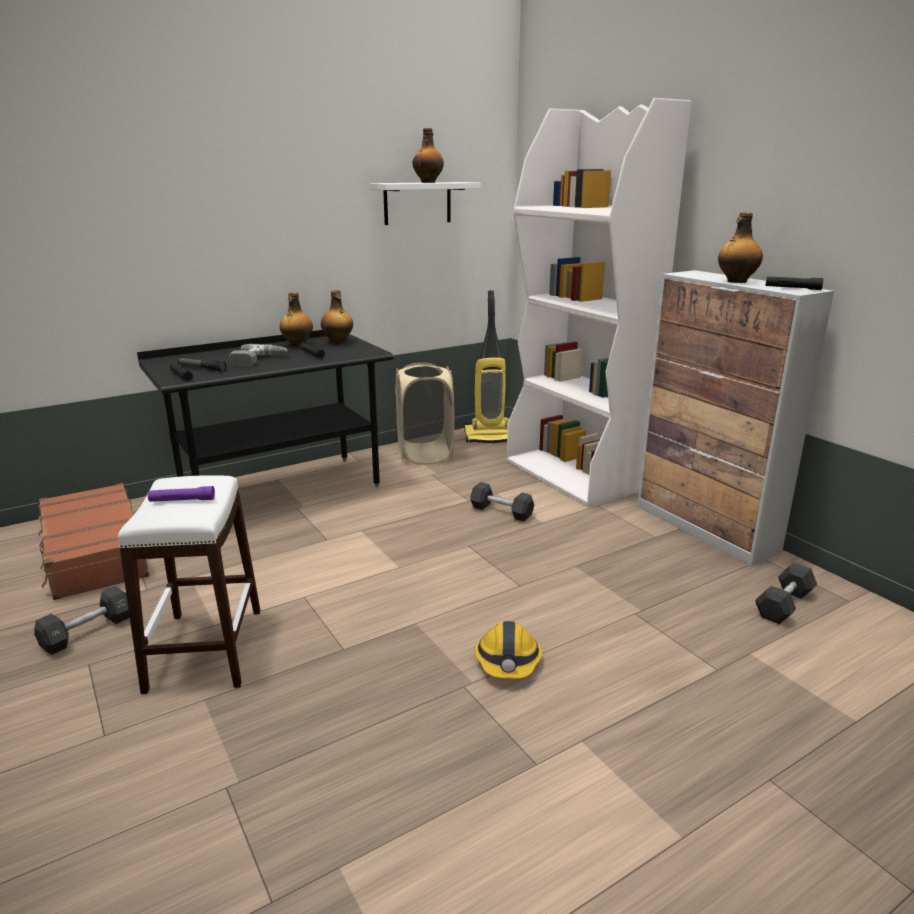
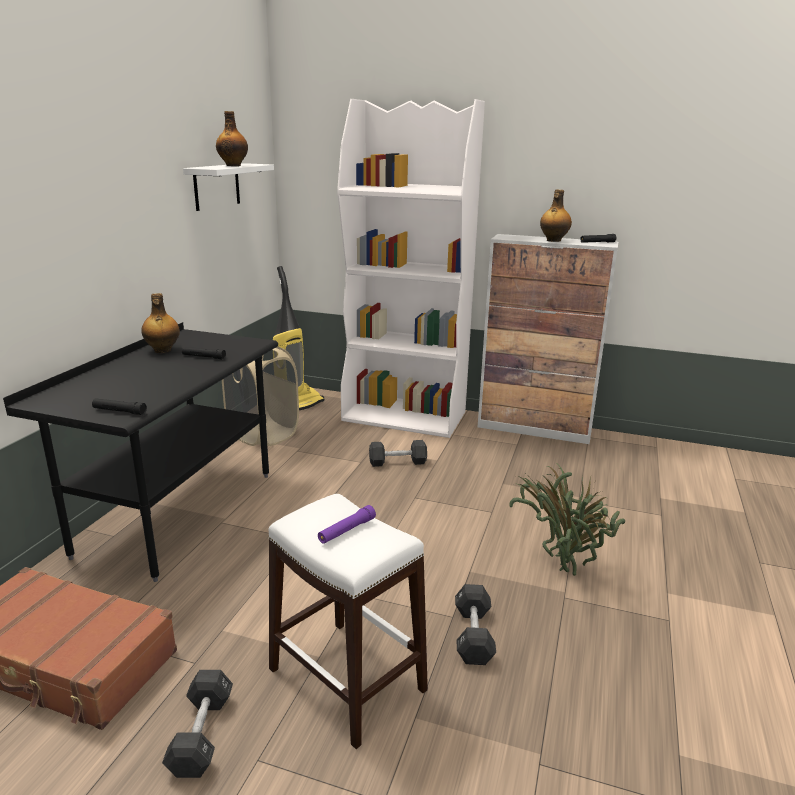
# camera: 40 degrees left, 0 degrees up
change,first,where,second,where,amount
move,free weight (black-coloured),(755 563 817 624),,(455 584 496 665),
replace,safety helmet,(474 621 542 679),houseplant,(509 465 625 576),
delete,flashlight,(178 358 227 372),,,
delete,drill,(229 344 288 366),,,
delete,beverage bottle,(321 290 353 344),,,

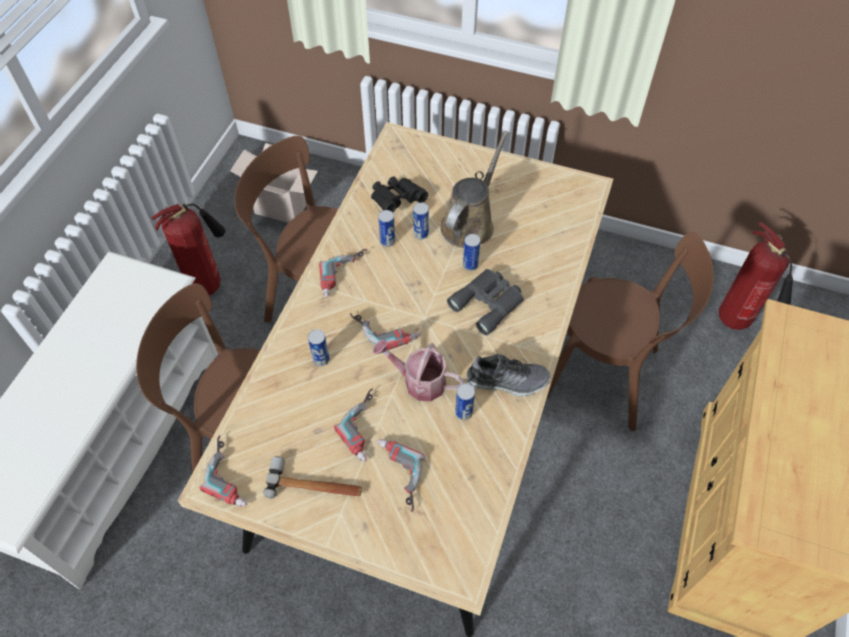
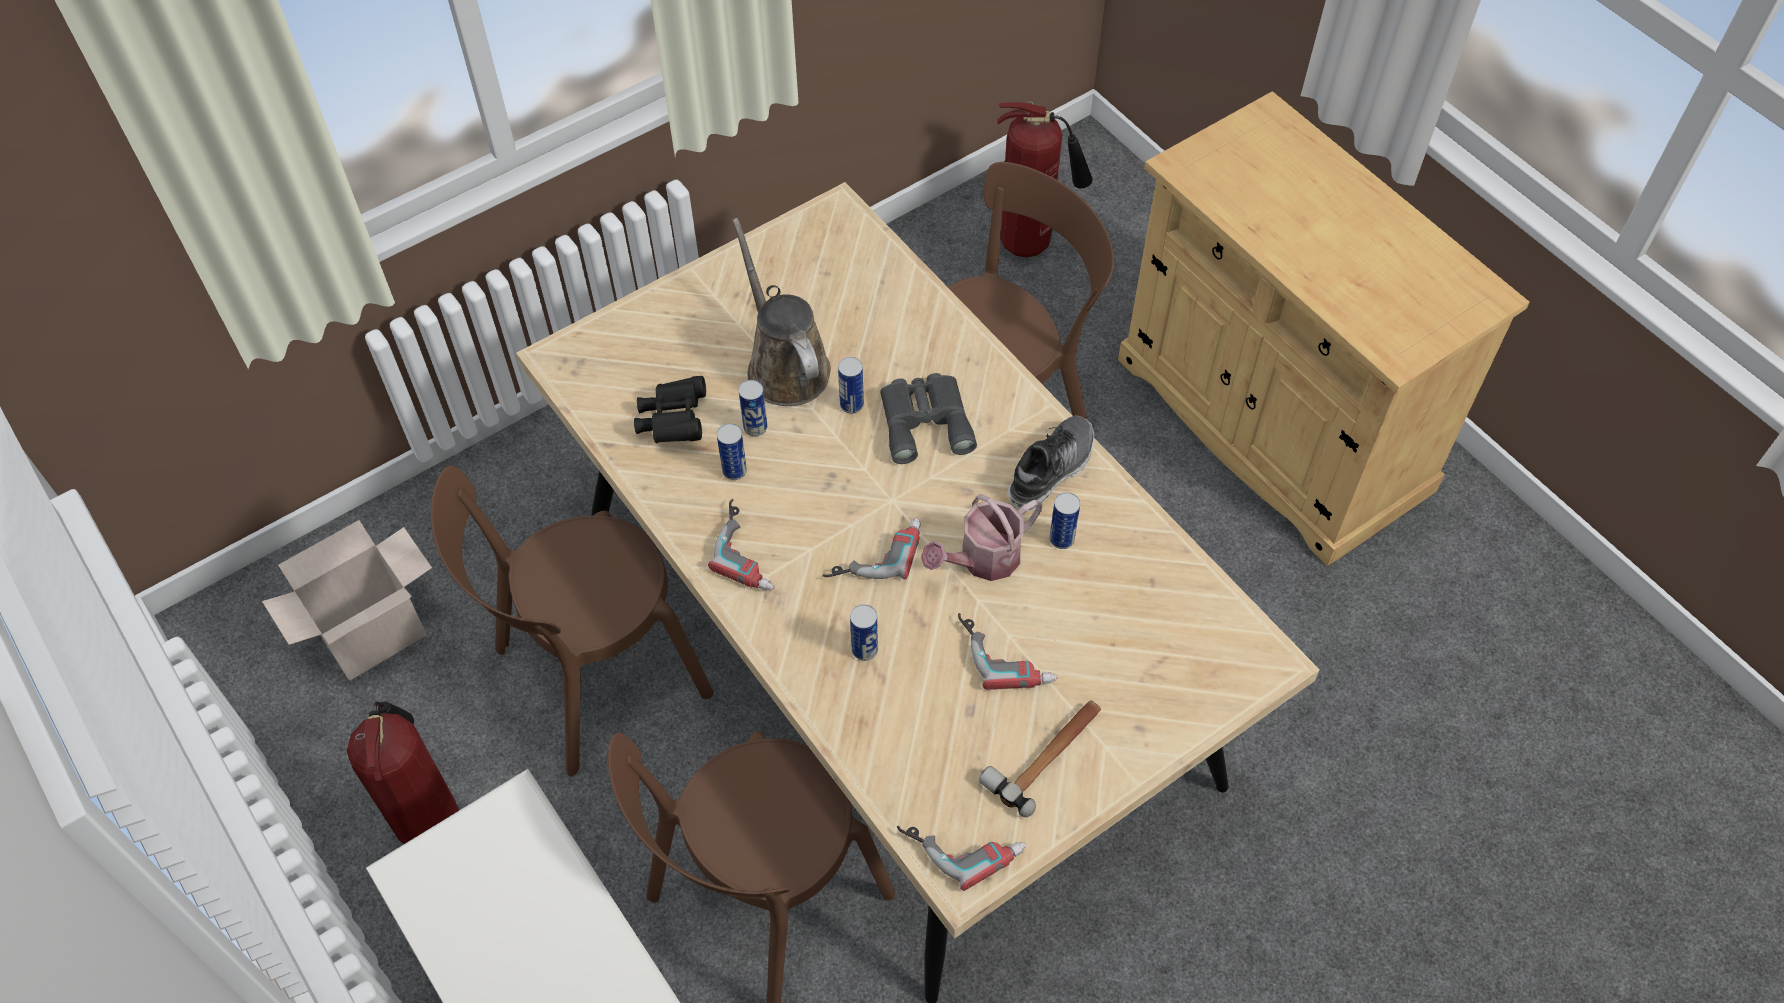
# camera: 55 degrees left, 0 degrees up
change,first,where,second,where,amount
delete,drill,(377 439 425 512),,,

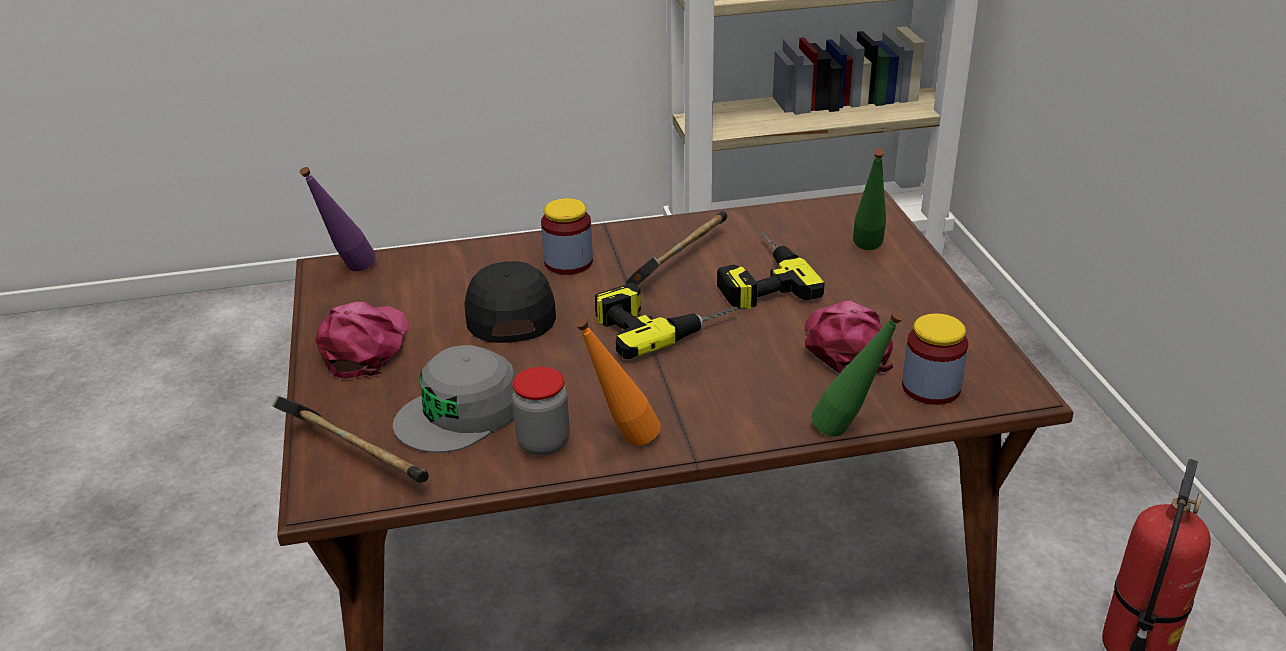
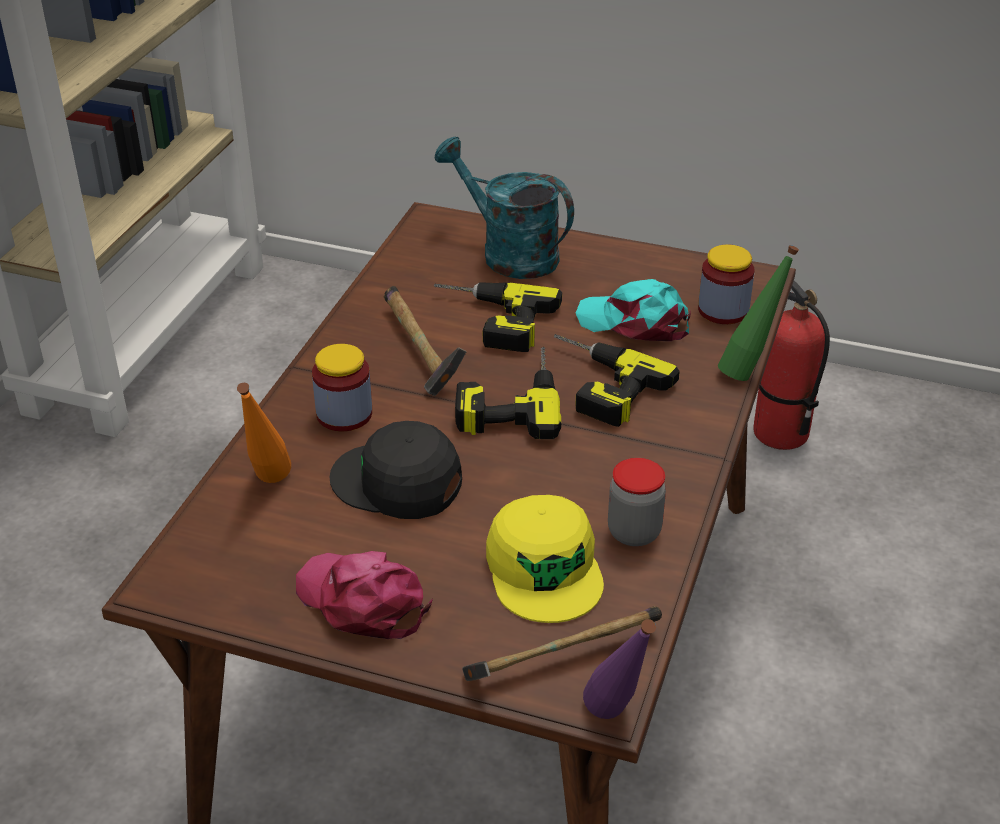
# camera: 60 degrees left, 5 degrees up
change,first,where,second,where,amount
move,beverage bottle (orange),(575 318 661 446),,(237 383 291 483),
replace,beverage bottle (greenish),(853 148 886 250),watering pot (turquoise-coloured),(435 137 574 279),
recolor,cap (gray),(393 345 517 453),cap (yellowish),(486 495 604 623),
insert,,,drill,(554 334 680 427),
recolor,cap (pinkish),(804 300 893 373),cap (turquoise-coloured),(576 279 691 341),
move,beverage bottle (purplish),(300 167 376 271),,(583 619 656 719),

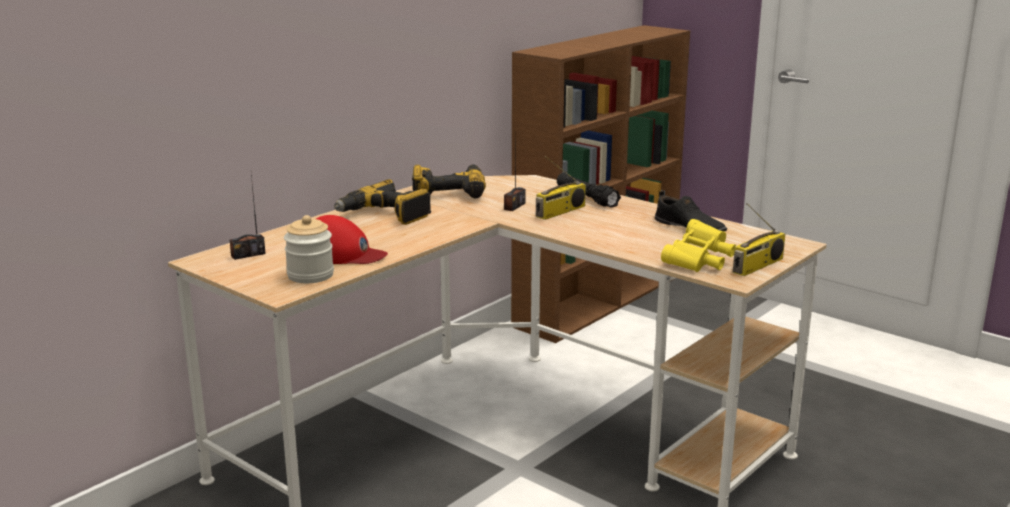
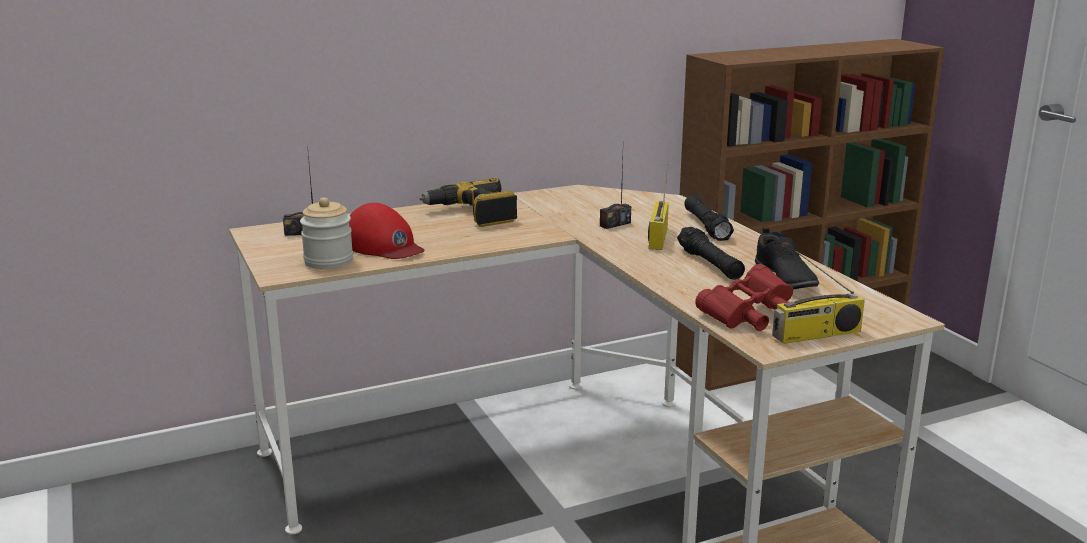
# camera: 25 degrees right, 0 degrees up
change,first,where,second,where,amount
rotate,radio set,(536 156 586 220),,(648 164 669 250),120 degrees clockwise
insert,,,flashlight (black-coloured),(677 227 745 280),
recolor,pair of binoculars (yellowish),(661 219 736 272),pair of binoculars (red-coloured),(695 264 793 331),
delete,drill,(412 165 486 198),,,

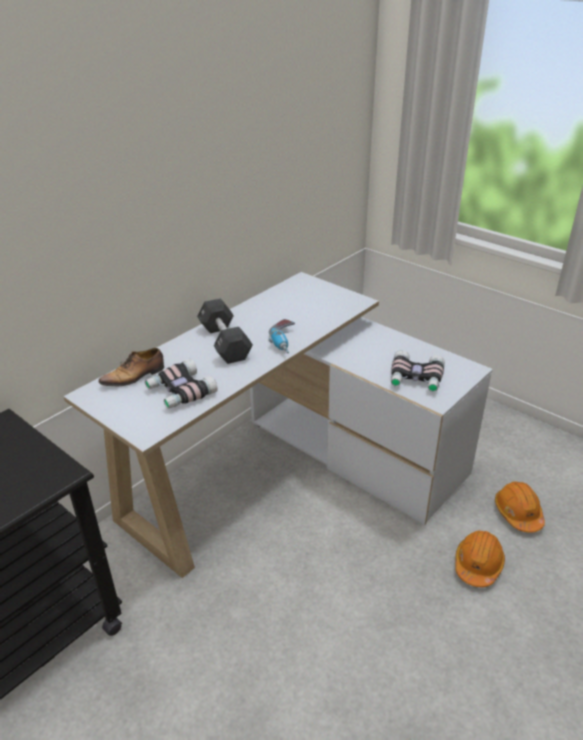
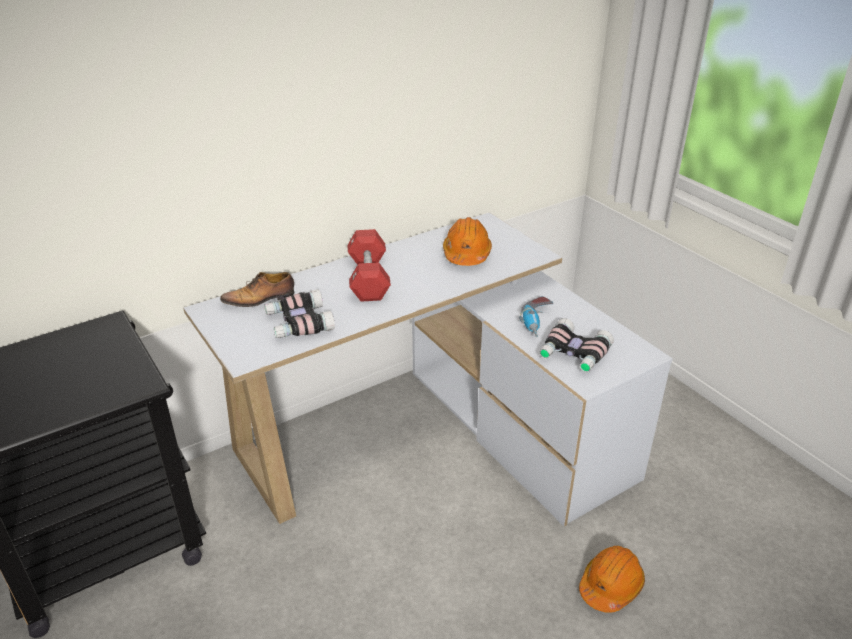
# camera: 15 degrees right, 0 degrees up
change,first,where,second,where,amount
recolor,free weight (black-coloured),(197 299 253 364),free weight (red-coloured),(347 229 391 302),
move,safety helmet (orange),(495 481 545 533),,(443 217 492 266),
move,drill,(269 319 295 354),,(519 296 553 337),

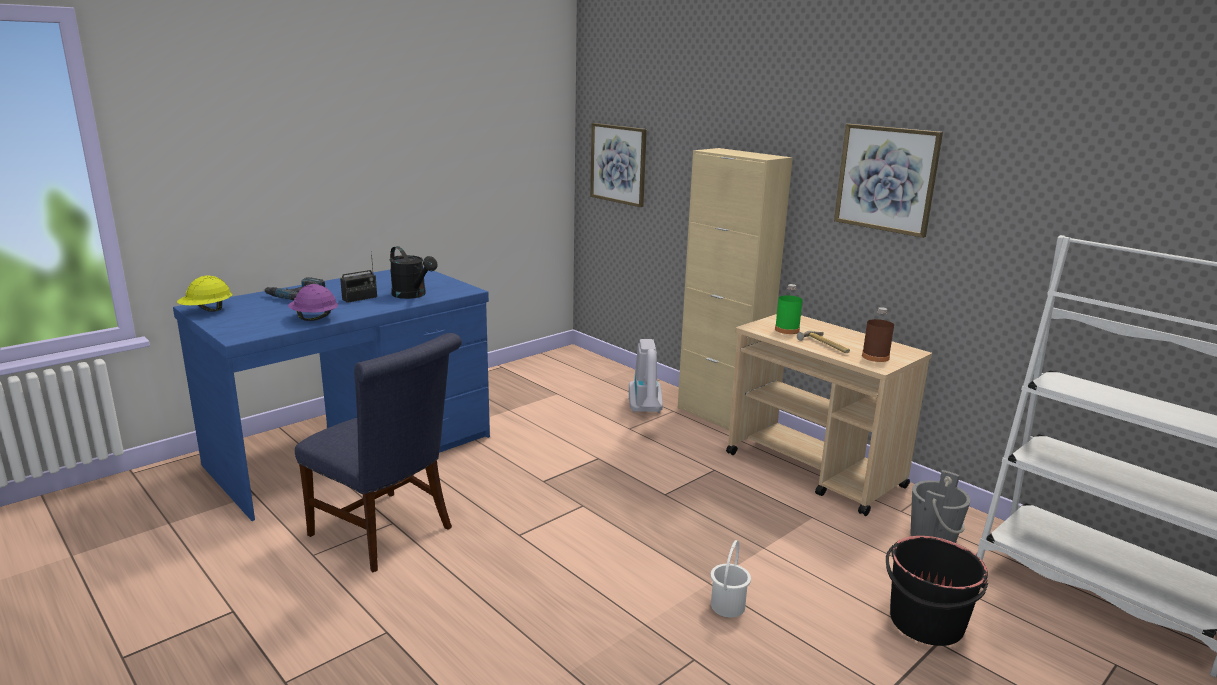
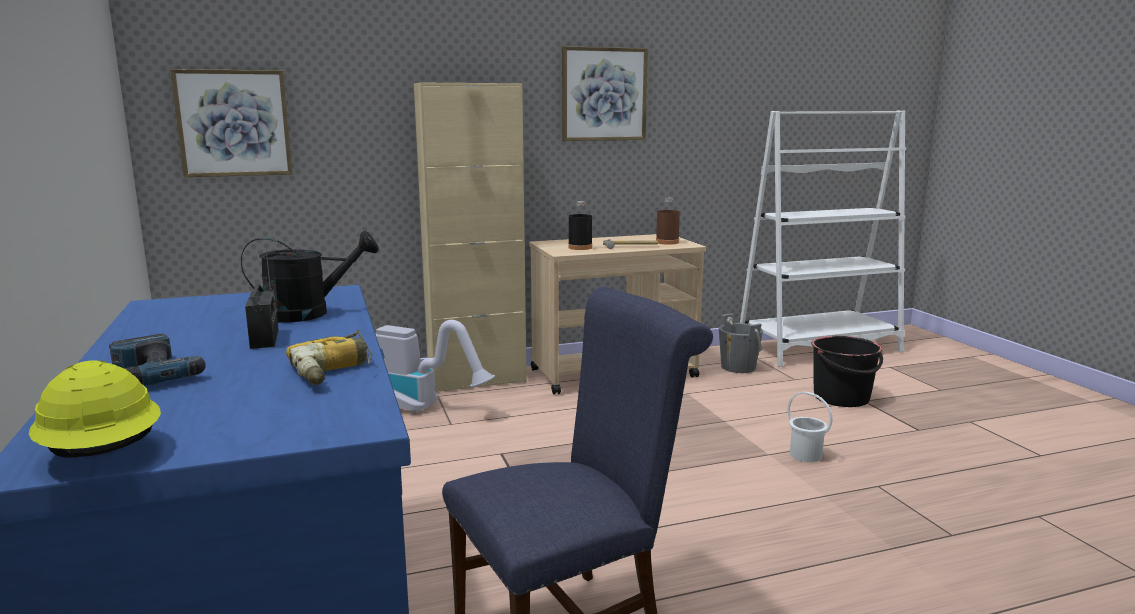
# camera: 65 degrees left, 5 degrees down
change,first,where,second,where,amount
replace,safety helmet (purplish),(288 284 338 321),drill,(286 329 372 385),
recolor,beverage bottle (greenish),(775 284 803 334),beverage bottle (black-coloured),(568 201 592 250),

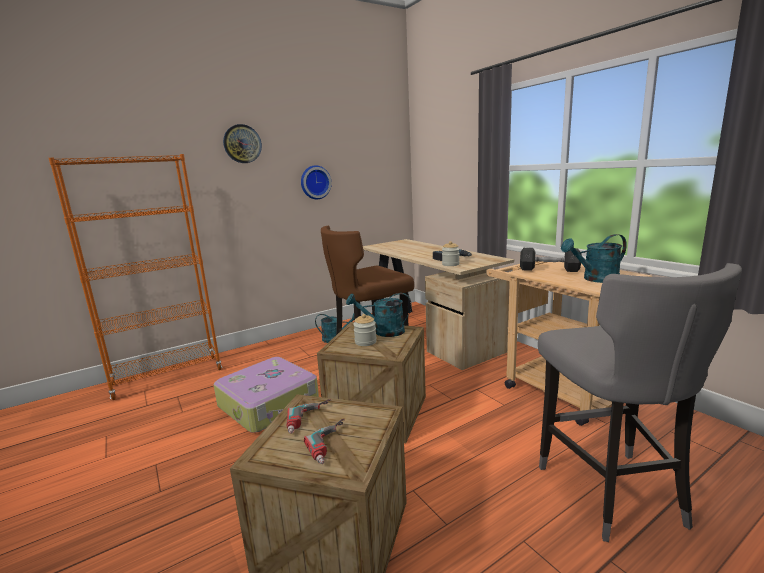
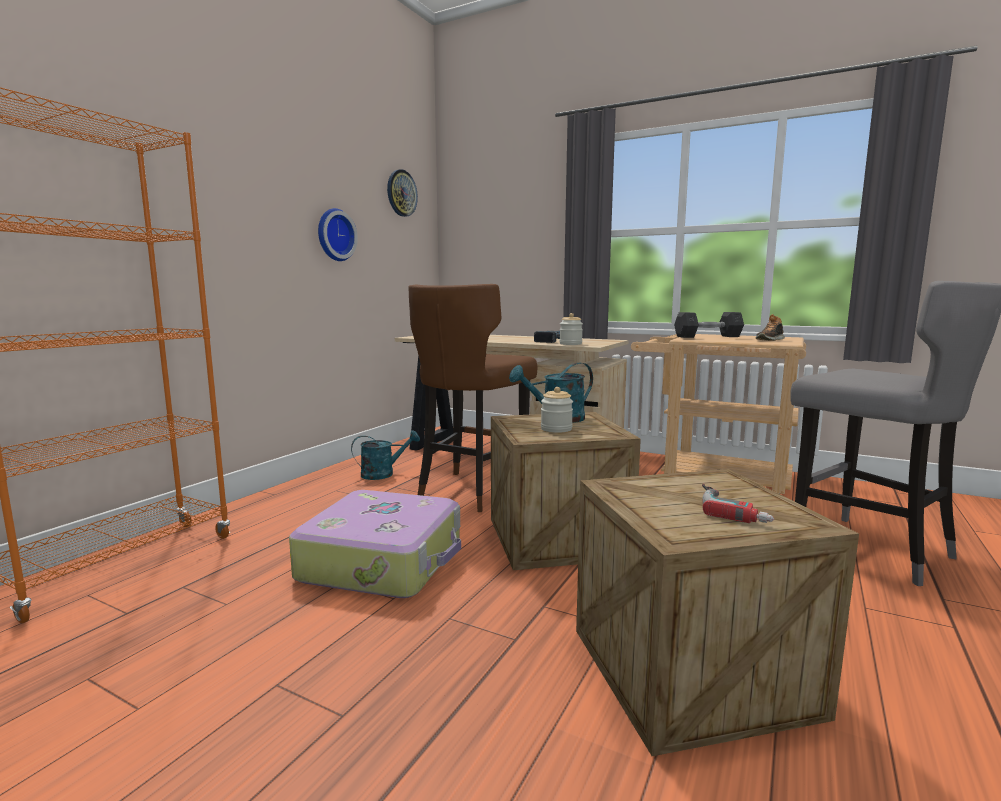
# camera: 30 degrees left, 5 degrees down
change,first,where,second,where,amount
move,wall clock,(223 124 262 163),,(387 169 418 217),
replace,watering pot (turquoise-coloured),(561 234 627 283),low shoe,(756 314 785 341),
delete,drill,(286 399 332 434),,,

